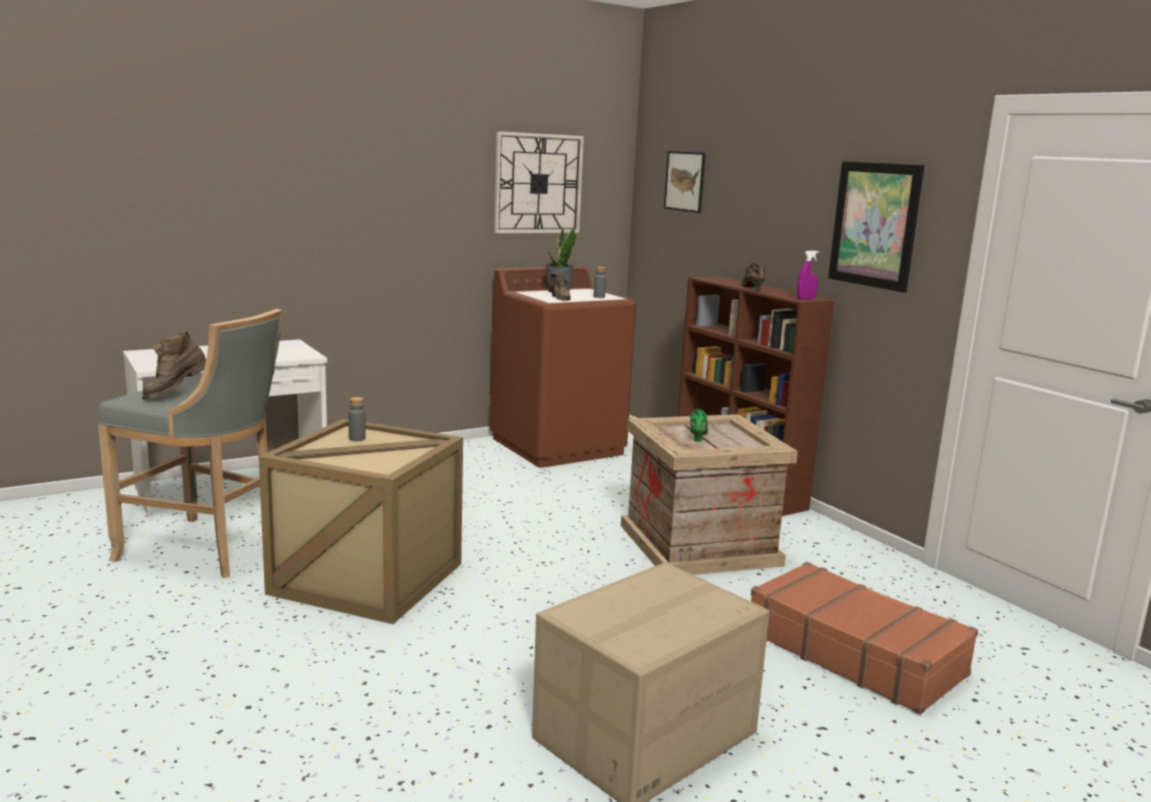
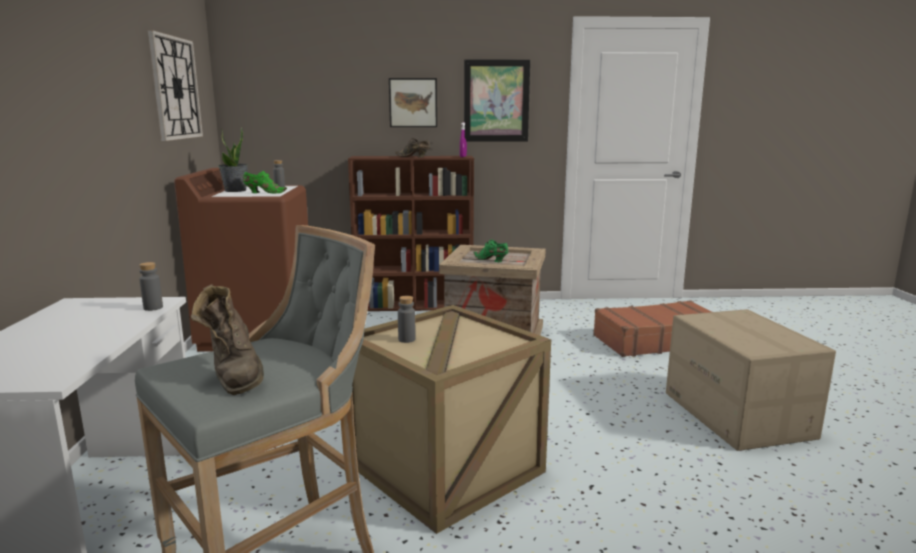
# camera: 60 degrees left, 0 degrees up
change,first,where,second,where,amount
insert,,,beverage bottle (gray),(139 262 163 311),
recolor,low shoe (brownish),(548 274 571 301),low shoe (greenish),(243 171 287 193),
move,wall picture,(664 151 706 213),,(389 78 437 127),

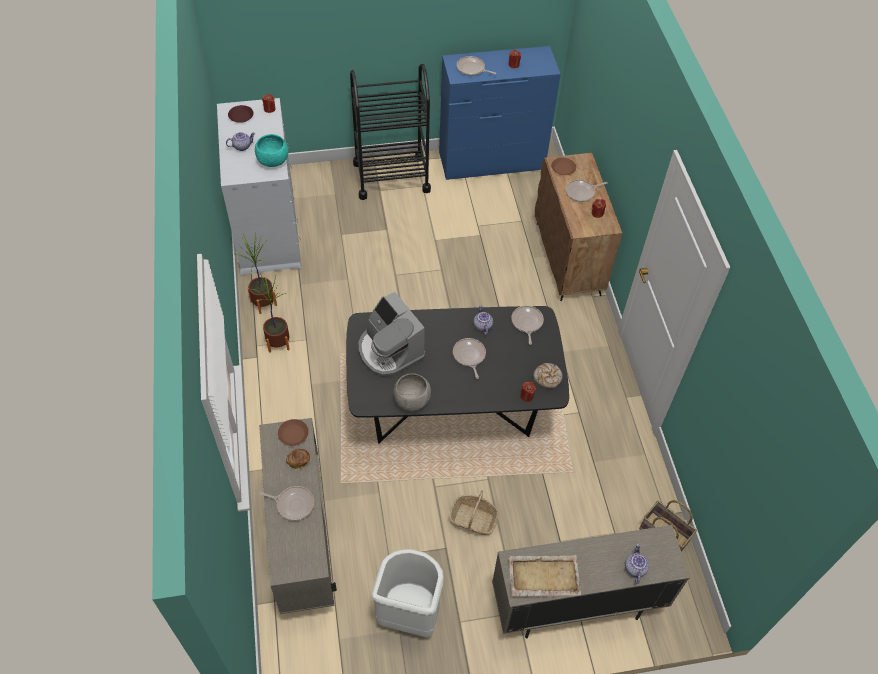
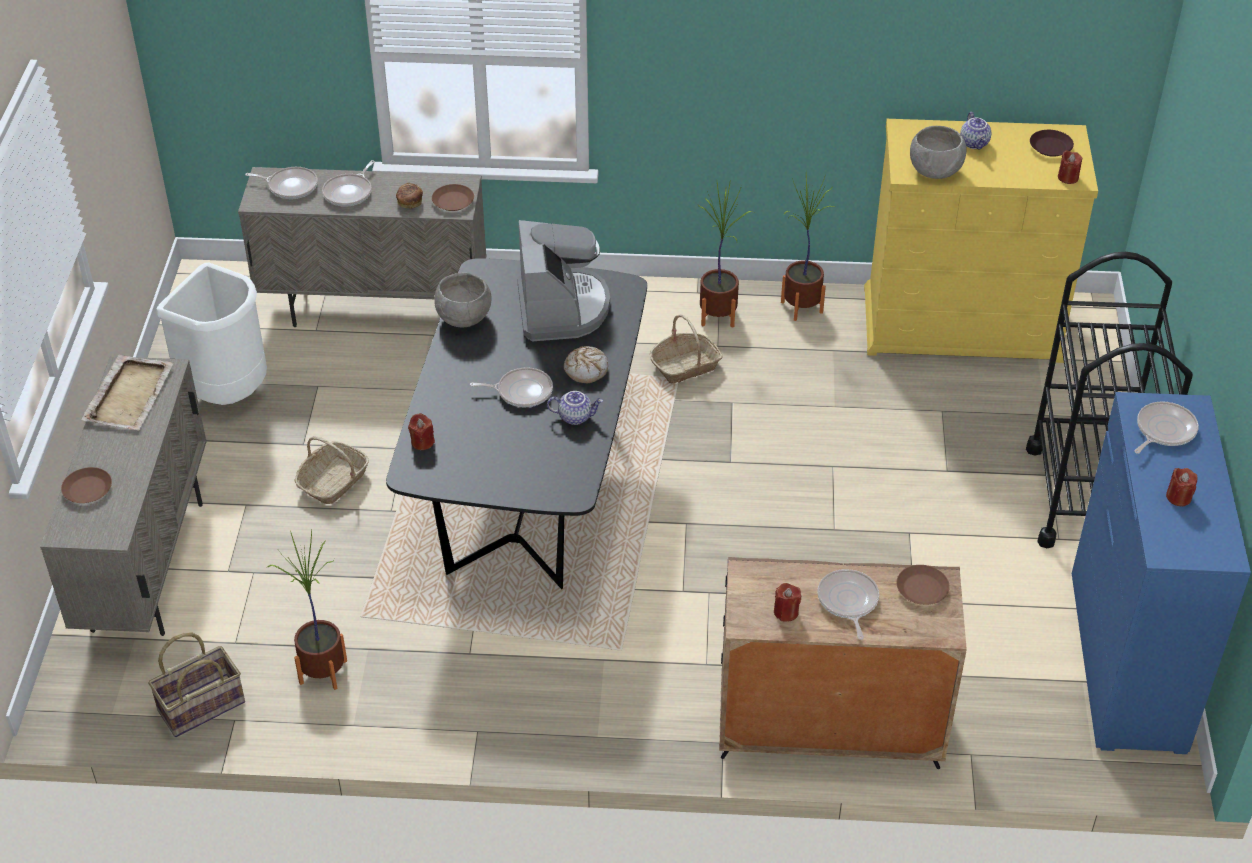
# camera: 105 degrees right, 10 degrees down
change,first,where,second,where,amount
replace,pot for tea,(625 544 649 584),plate (brownish),(61 467 112 503),
move,pan,(511 306 544 345),,(245 167 318 199),
insert,,,houseplant,(267 530 347 690),
rotate,coffee brewer,(358 292 425 377),,(517 220 610 341),105 degrees clockwise
move,baked bread,(533 363 563 389),,(564 346 608 383),
insert,,,basket,(650 314 723 383),
recolor,drawer chest (whitish),(217 98 302 276),drawer chest (yellowish),(864 119 1098 363),
recolor,serving bowl (turquoise-coloured),(255 134 289 167),serving bowl (gray),(910 126 967 179),

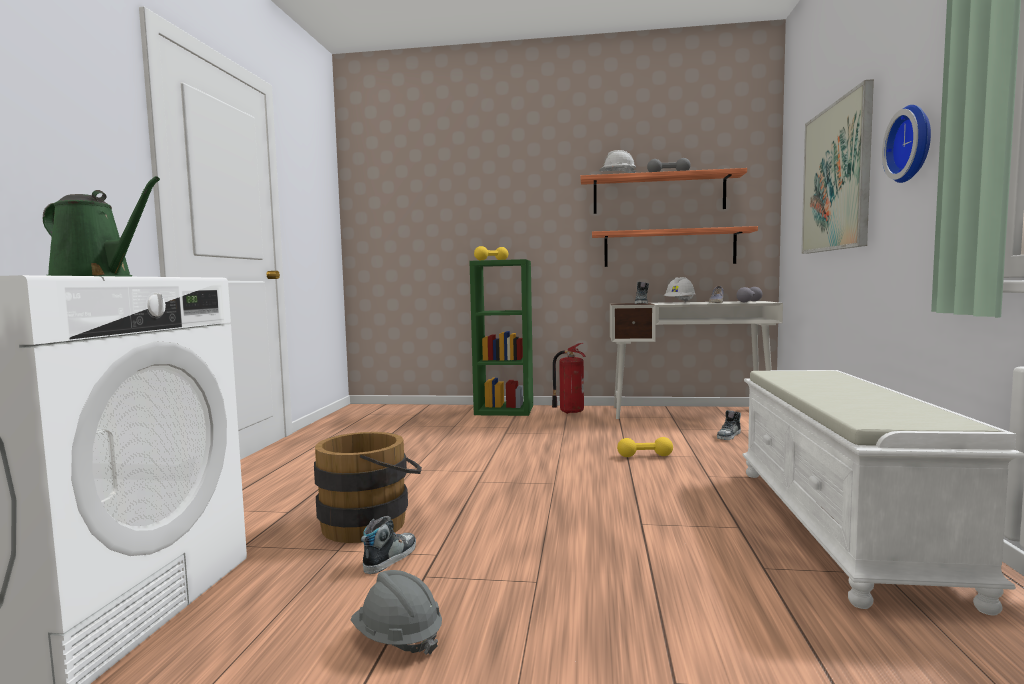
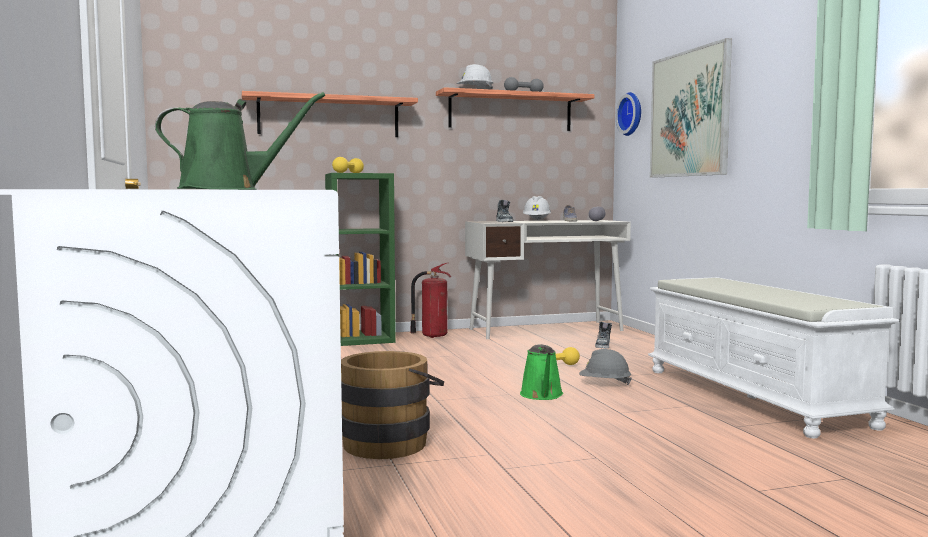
# camera: 25 degrees left, 0 degrees up
change,first,where,second,where,amount
move,bracket shelf,(592 226 758 267),,(242 91 418 137),
insert,,,watering pot (greenish),(520 344 563 400),
move,safety helmet (gray),(351 570 442 654),,(579 349 632 385),
move,wall clock,(882 105 931 183),,(615 92 641 136),
delete,low shoe,(361 516 416 574),,,

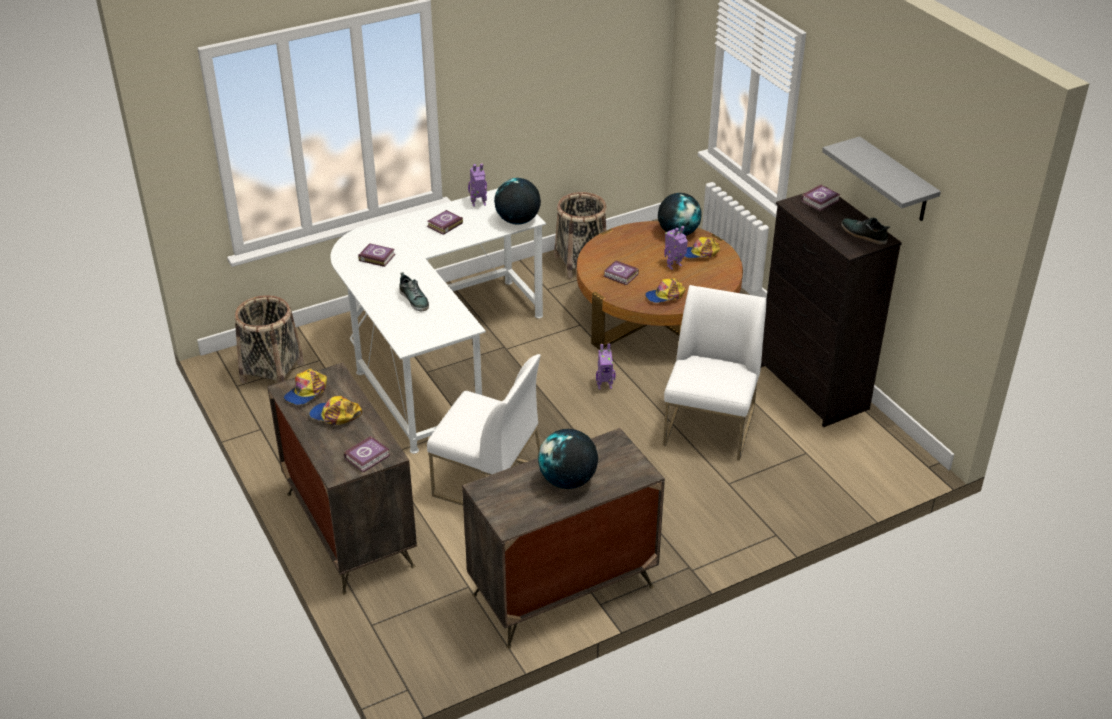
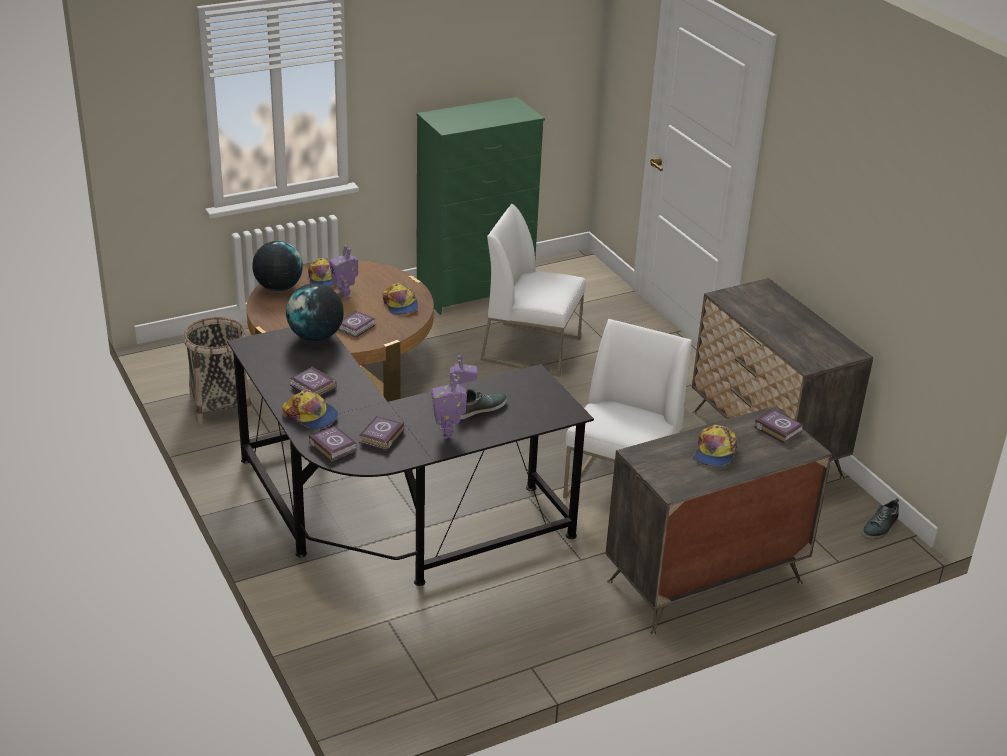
# camera: 90 degrees left, 5 degrees down
change,first,where,second,where,amount
recolor,desk unit (whitish),(331 188 546 454),desk unit (black-coloured),(227 327 594 586),
move,cap,(284 369 327 405),,(282 390 338 430),
move,book,(801 184 840 211),,(309 426 357 462),
recolor,drawer chest (black-coloured),(761 187 902 427),drawer chest (greenish),(416 97 545 315),
move,model robot,(468 163 487 207),,(431 374 467 439),
move,low shoe,(841 218 890 245),,(862 498 899 539),
delete,basket,(235 295 304 383),,,
delete,world globe,(538 429 598 489),,,
delete,bracket shelf (gray),(822 136 941 221),,,

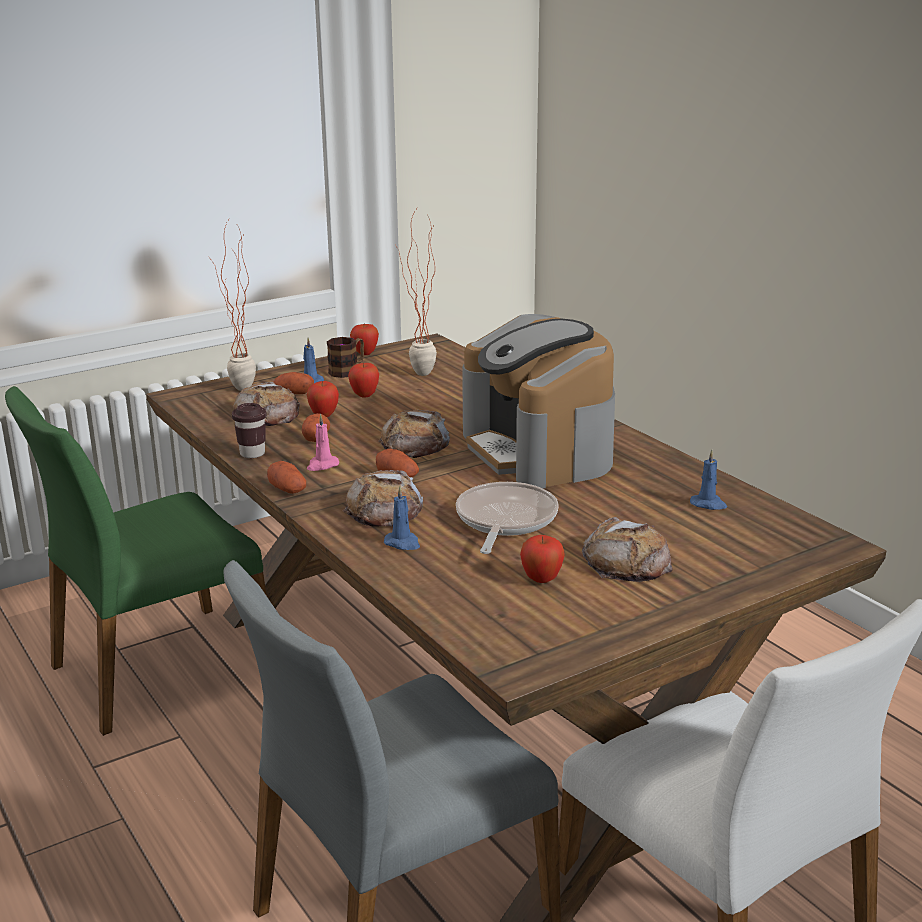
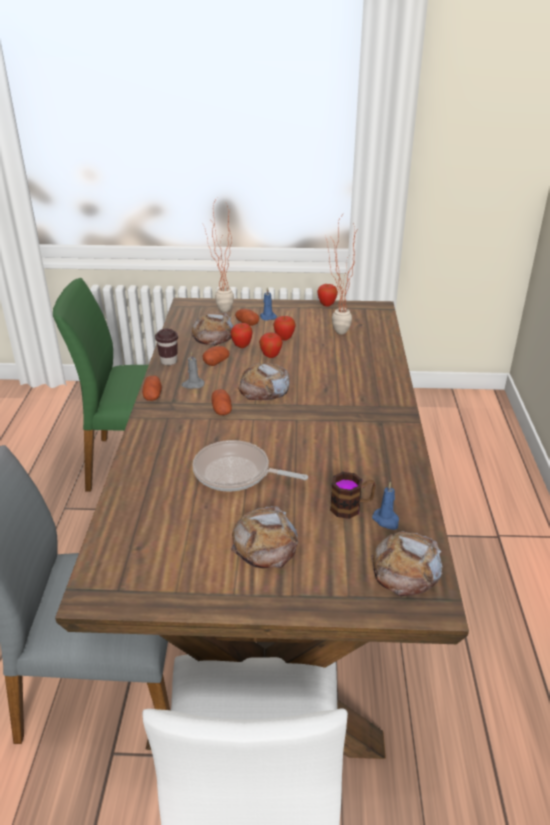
# camera: 35 degrees right, 10 degrees up
change,first,where,second,where,amount
recolor,wax candle (pinkish),(307 414 339 471),wax candle (gray),(181 352 205 389),
rotate,pan,(456 482 559 554),,(192 440 308 491),120 degrees counterclockwise
move,apple fruit,(520 535 565 583),,(259 333 283 358),
move,tea mug,(327 337 364 378),,(330 472 376 519),
move,baked bread,(343 470 423 527),,(371 532 443 596),
delete,wax candle (blue-coloured),(384 486 420 550),,,
delete,coffee brewer,(462 314 615 488),,,

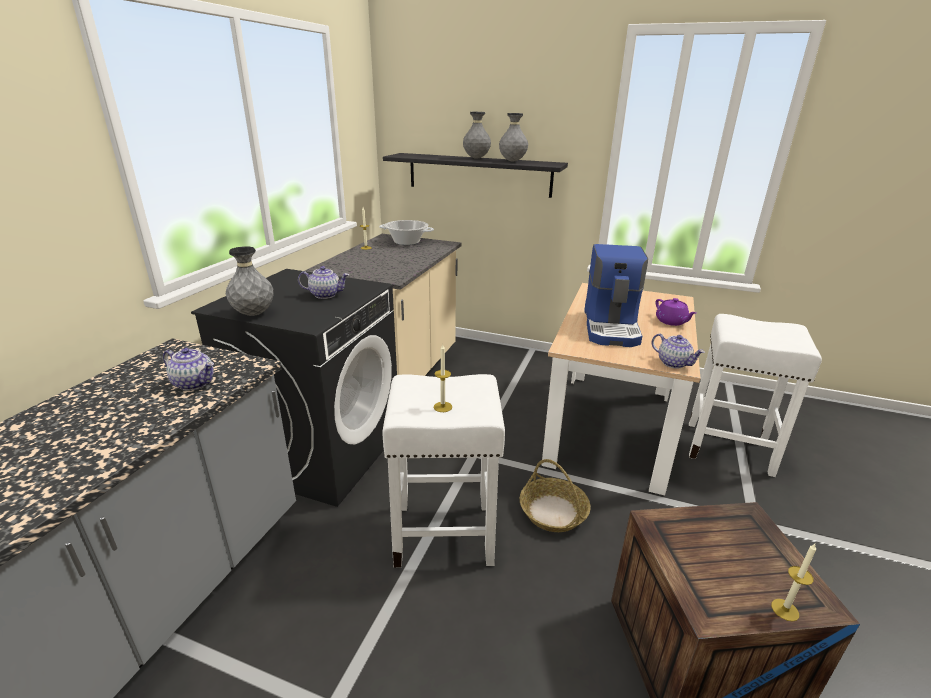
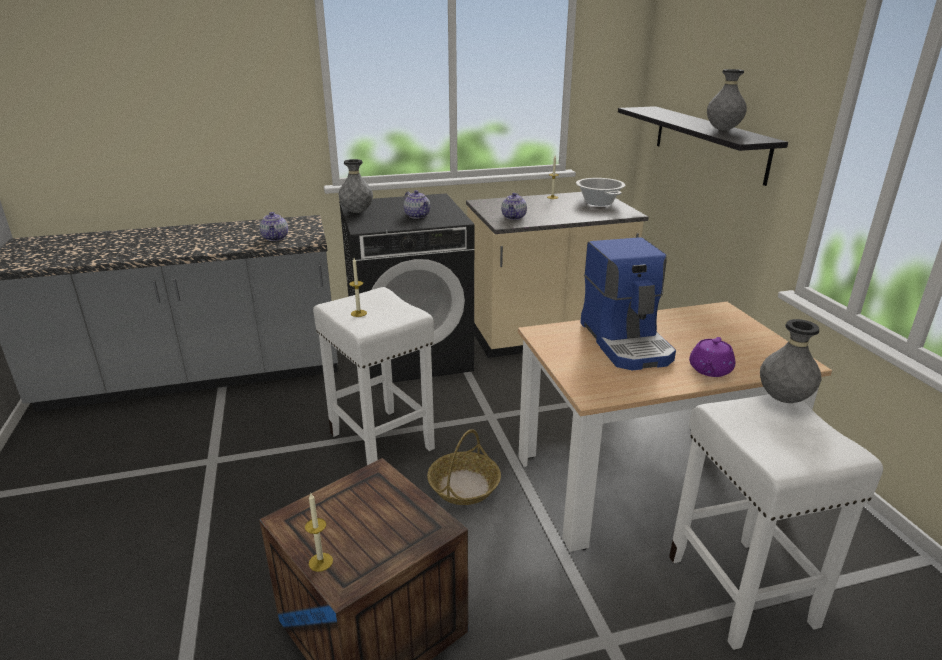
# camera: 55 degrees right, 0 degrees up
change,first,where,second,where,amount
move,pot for tea,(652 334 705 368),,(501 193 527 220),
rotate,coffee brewer,(584 244 648 347),,(580 237 676 371),75 degrees counterclockwise
move,vase (gray),(463 112 491 159),,(760 319 821 403),

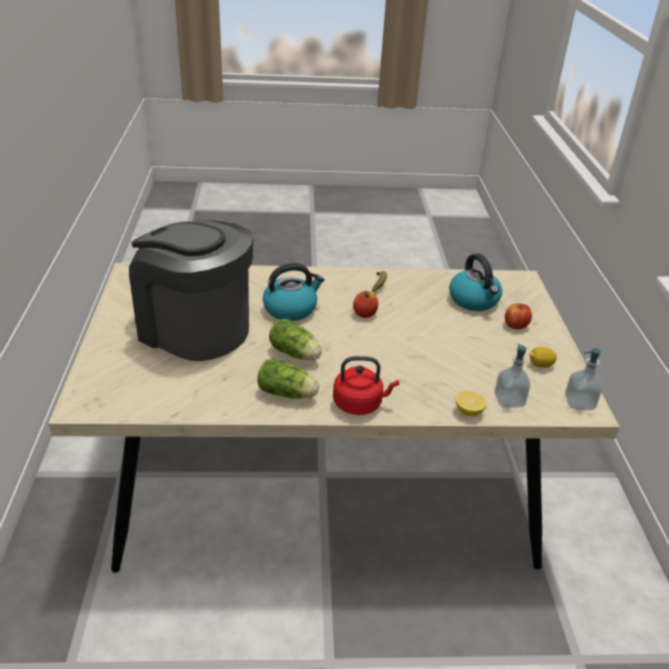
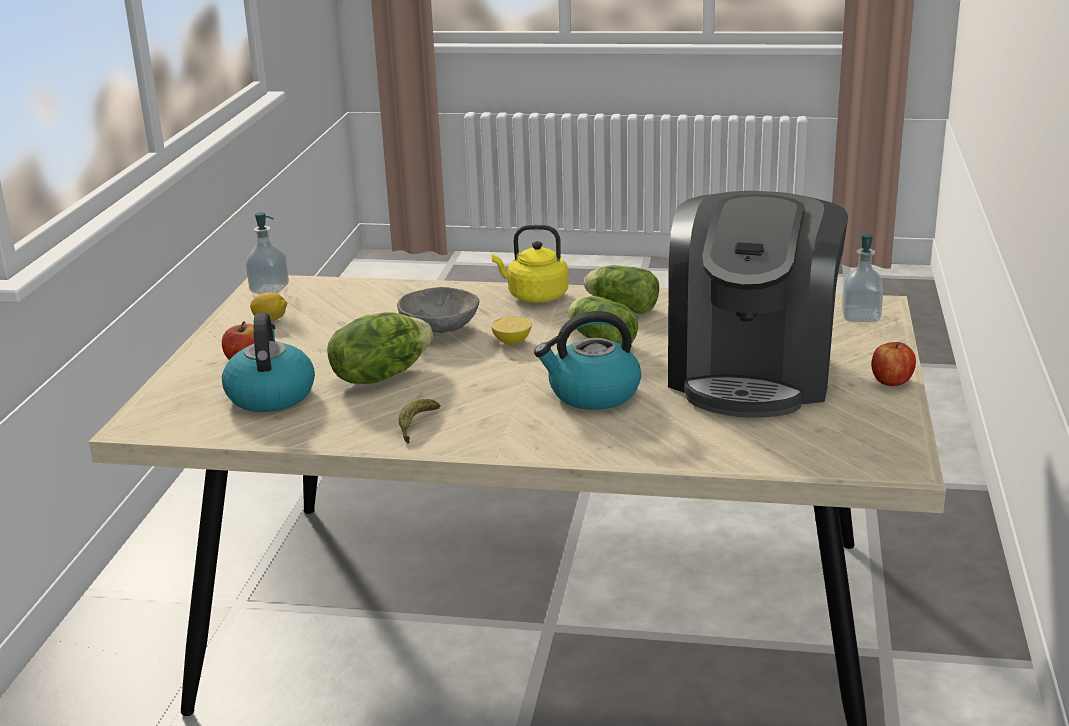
# camera: 165 degrees left, 10 degrees down
change,first,where,second,where,amount
insert,,,lettuce,(327 312 433 384),
insert,,,serving bowl (gray),(397 287 479 333),
move,lemon,(456 391 487 416),,(491 316 532 345),
recolor,tea kettle (red-coloured),(333 356 399 415),tea kettle (yellowish),(492 225 568 303),
rotate,coffee brewer,(129 220 253 361),,(668 191 848 418),60 degrees clockwise
move,soap dispenser,(494 344 530 408),,(842 233 883 322),
move,apple fruit,(353 291 378 318),,(872 342 916 386),

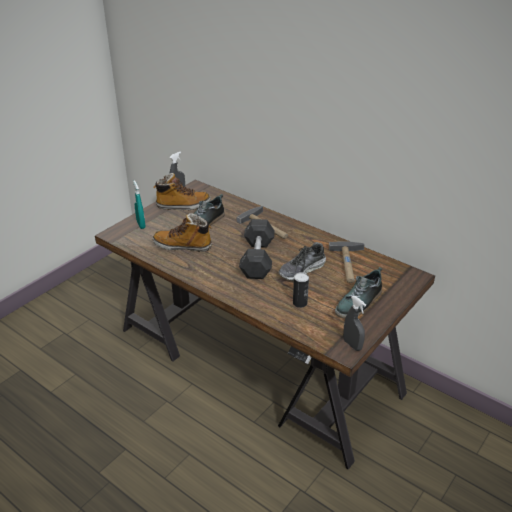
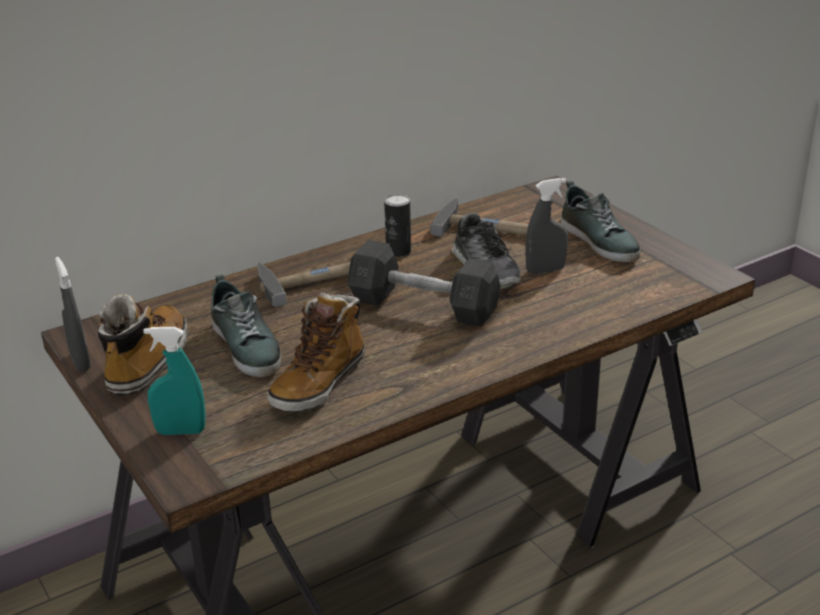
# camera: 70 degrees left, 5 degrees down
change,first,where,second,where,amount
move,can,(293 272 309 308),,(384 194 411 257),
move,sprayer (gray),(343 296 366 351),,(525 178 568 274),

